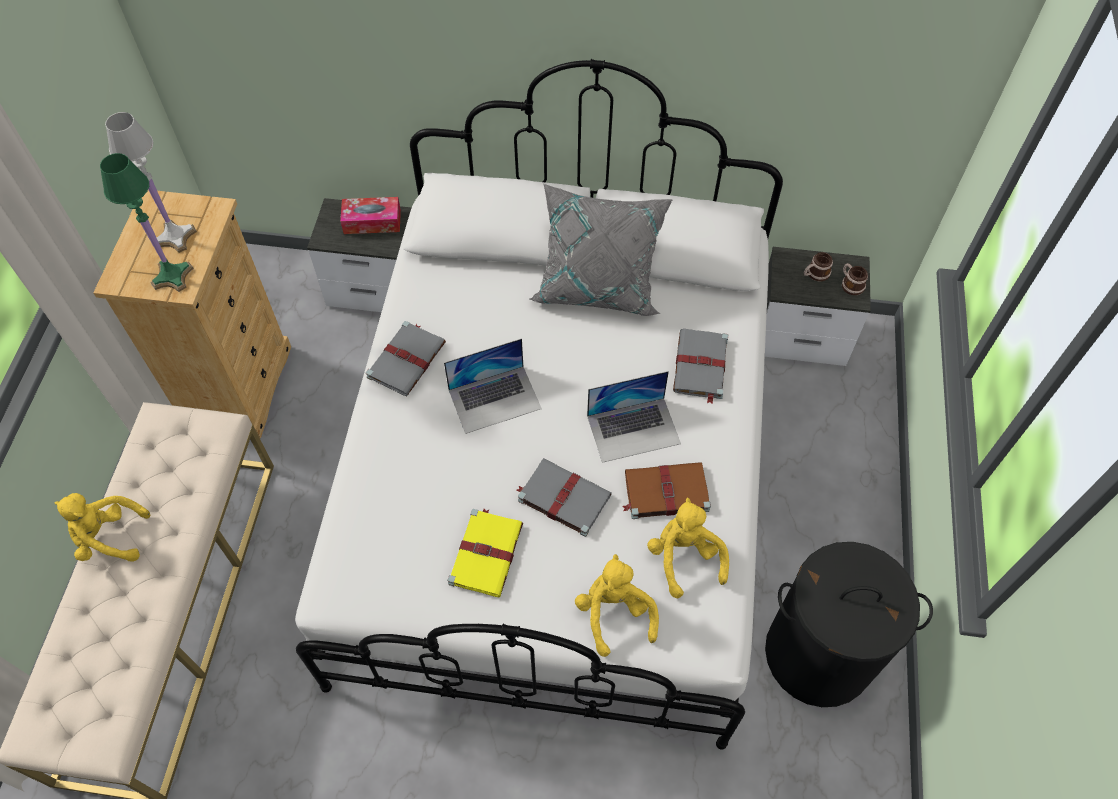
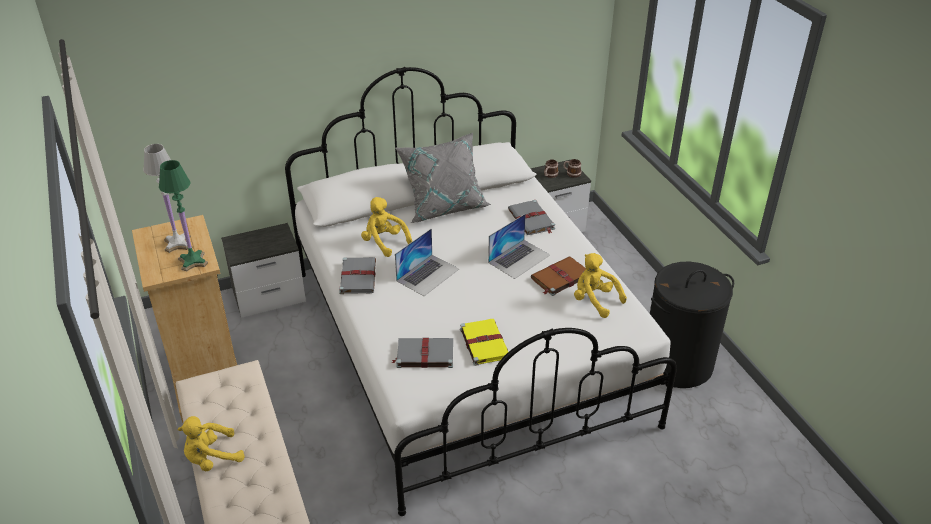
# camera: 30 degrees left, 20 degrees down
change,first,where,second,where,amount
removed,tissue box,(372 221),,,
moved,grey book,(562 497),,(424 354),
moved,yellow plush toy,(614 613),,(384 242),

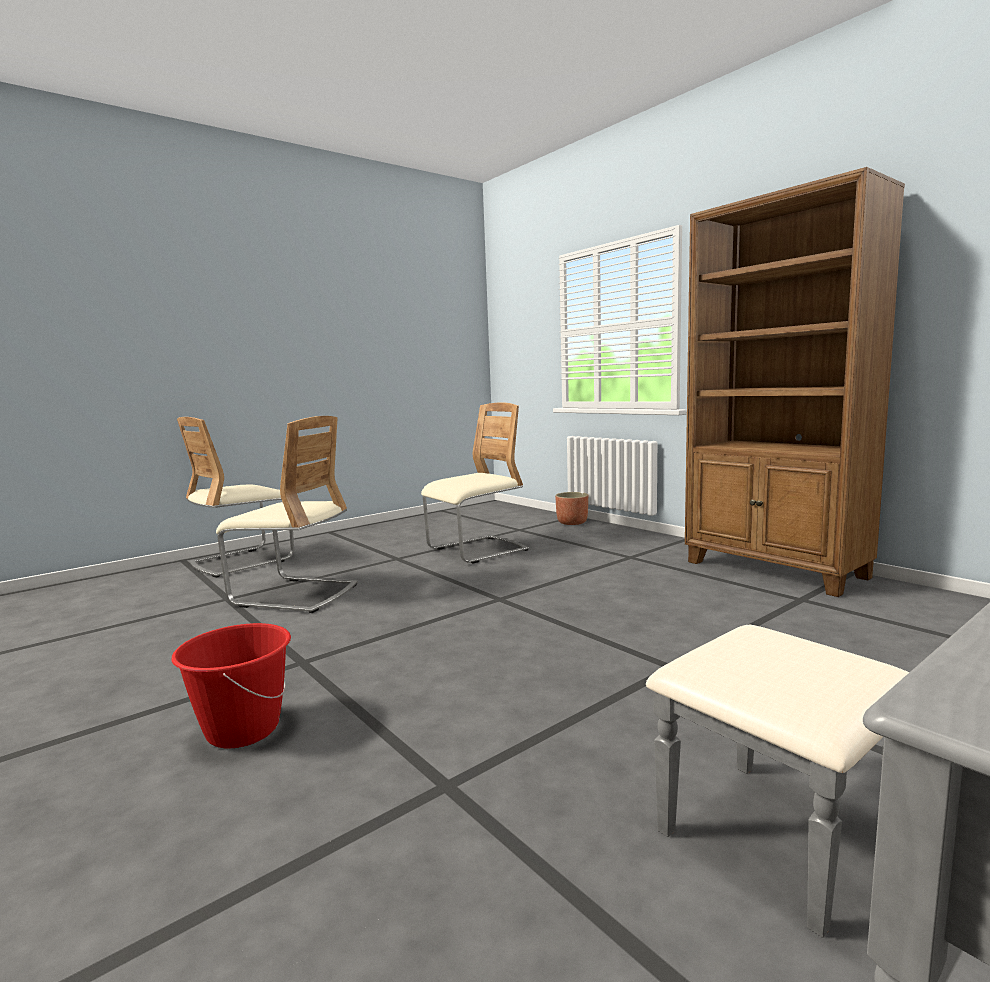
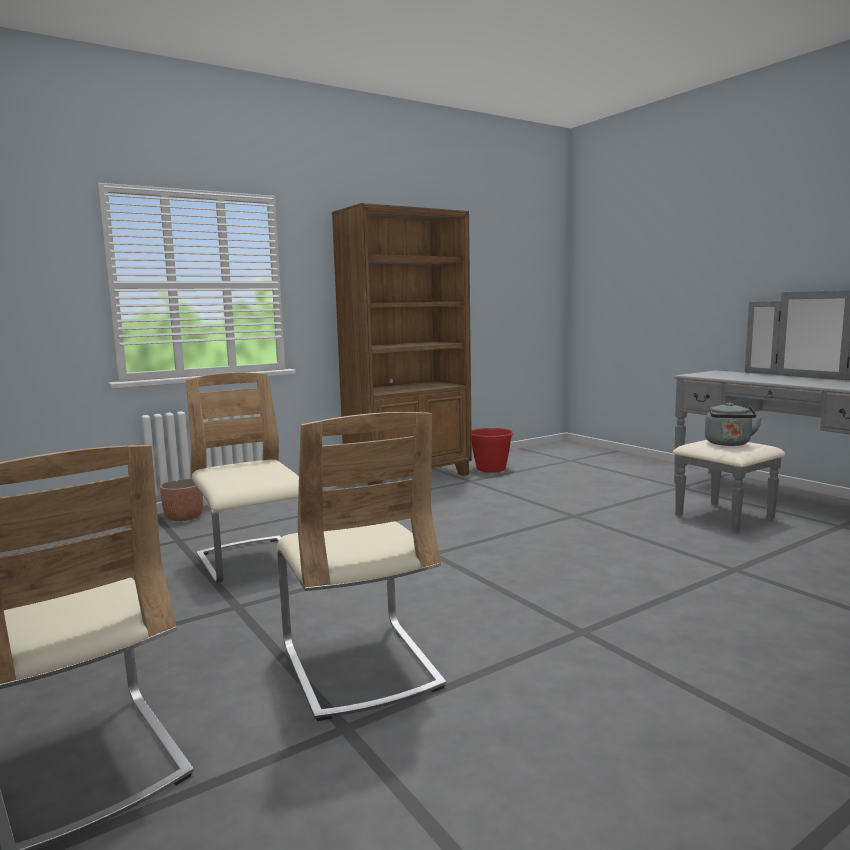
# camera: 85 degrees left, 0 degrees up
change,first,where,second,where,amount
turned,beige chair,(295 595),,(359 666),135 degrees clockwise
moved,red bucket,(242 730),,(491 469),
added,,,grey kettle,(728 444),

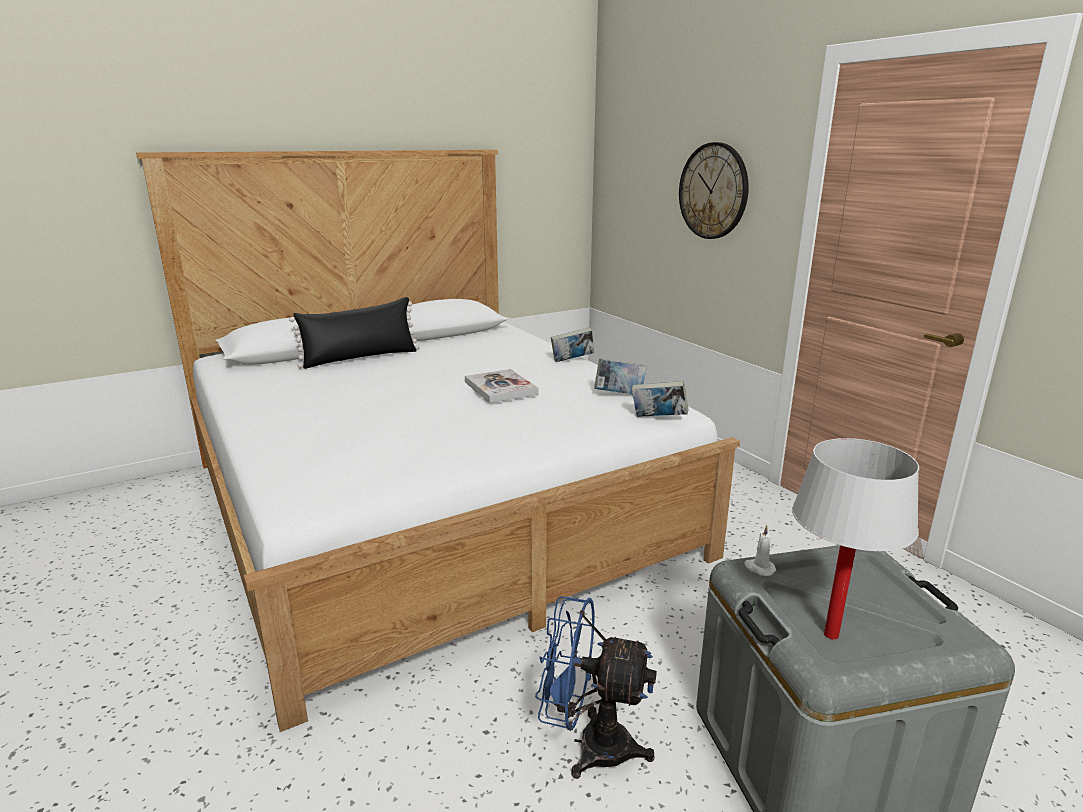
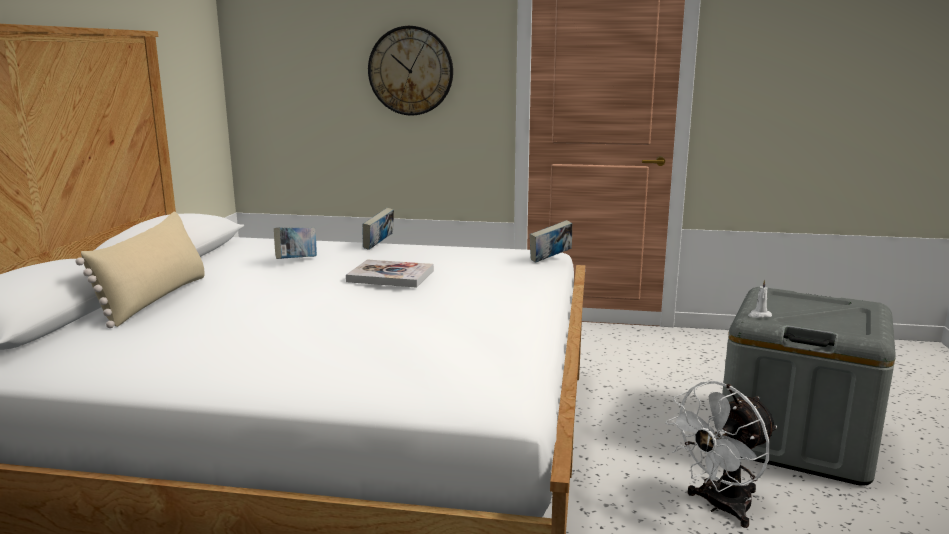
# camera: 50 degrees left, 5 degrees down
change,first,where,second,where,amount
recoloured,black pillow,(360 358),beige pillow,(155 299),
moved,book,(619 395),,(297 261),
removed,white table lamp,(831 635),,,
recoloured,blue fan,(590 745),white fan,(720 507),

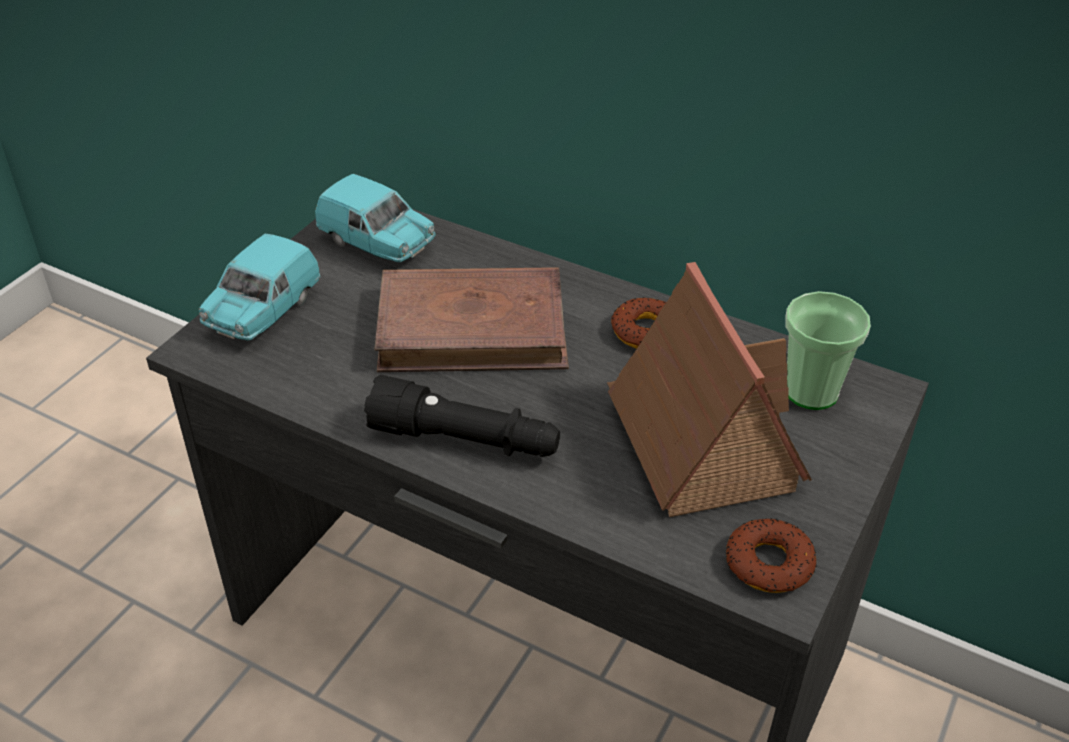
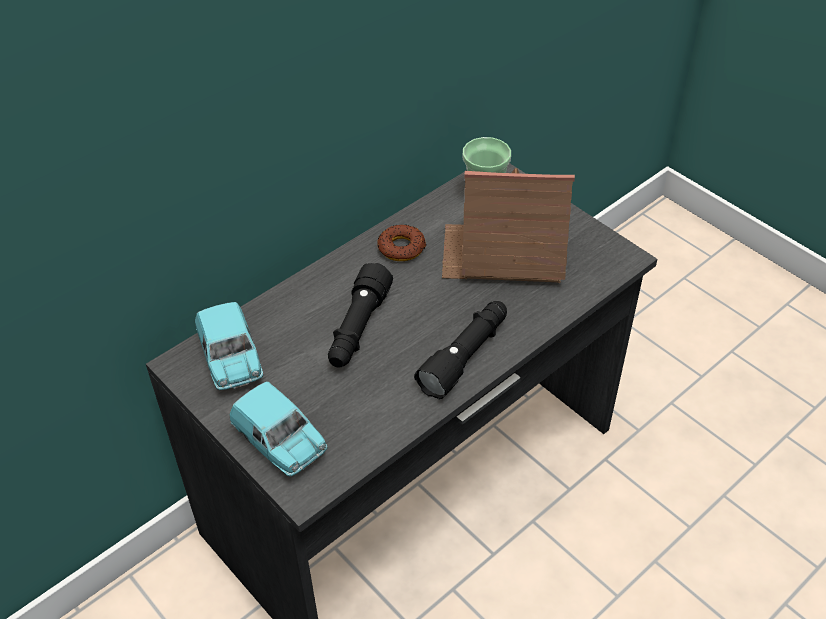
# camera: 70 degrees left, 5 degrees up
change,first,where,second,where,amount
turned,turquoise toy car,(377 243),,(231 361),105 degrees clockwise
replaced,brown book,(473 328),black flashlight,(358 328),
removed,donut,(768 563),,,

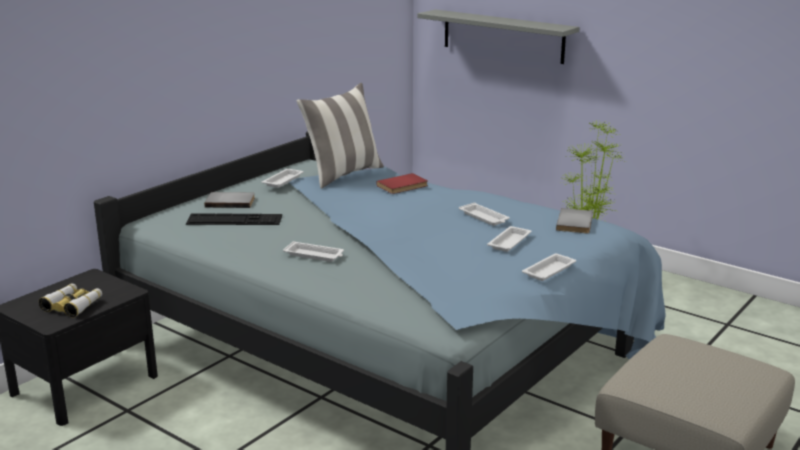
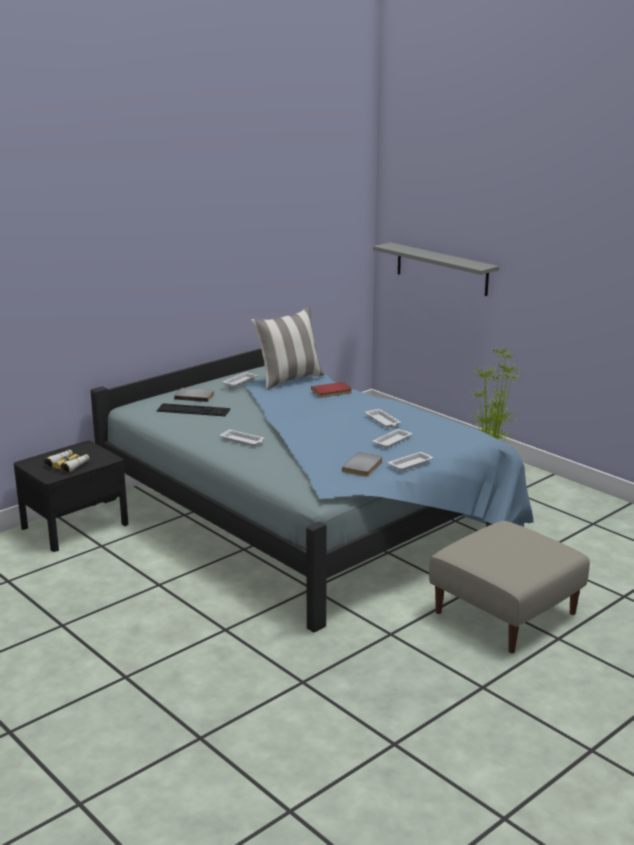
# camera: 10 degrees right, 0 degrees up
change,first,where,second,where,amount
moved,grey book,(576 223),,(364 466),

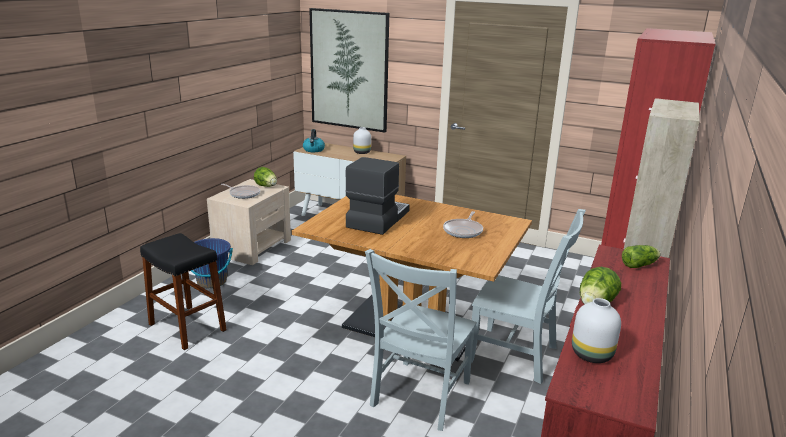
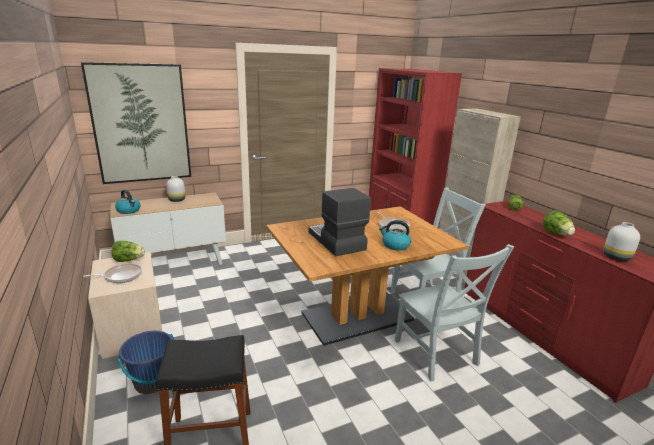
# camera: 50 degrees left, 0 degrees up
change,first,where,second,where,amount
added,,,kettle,(395 245),

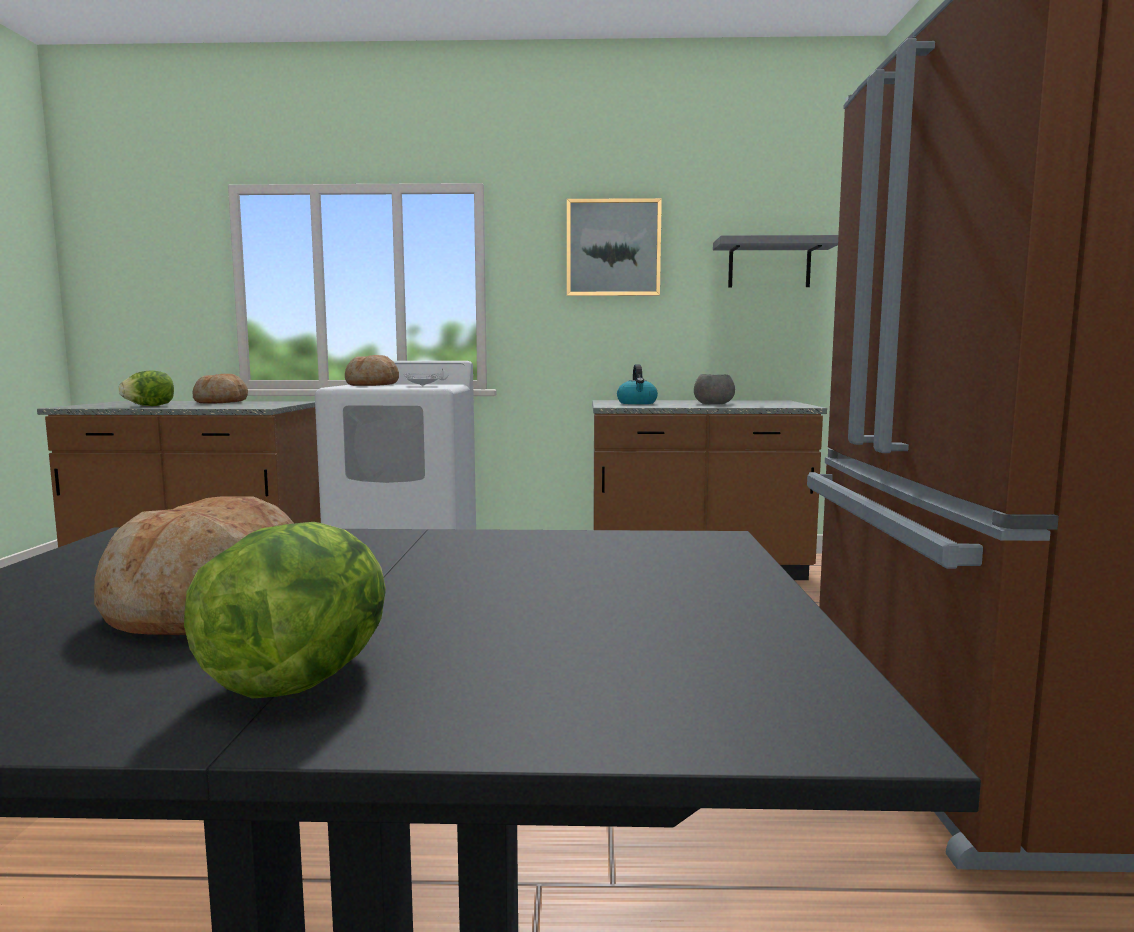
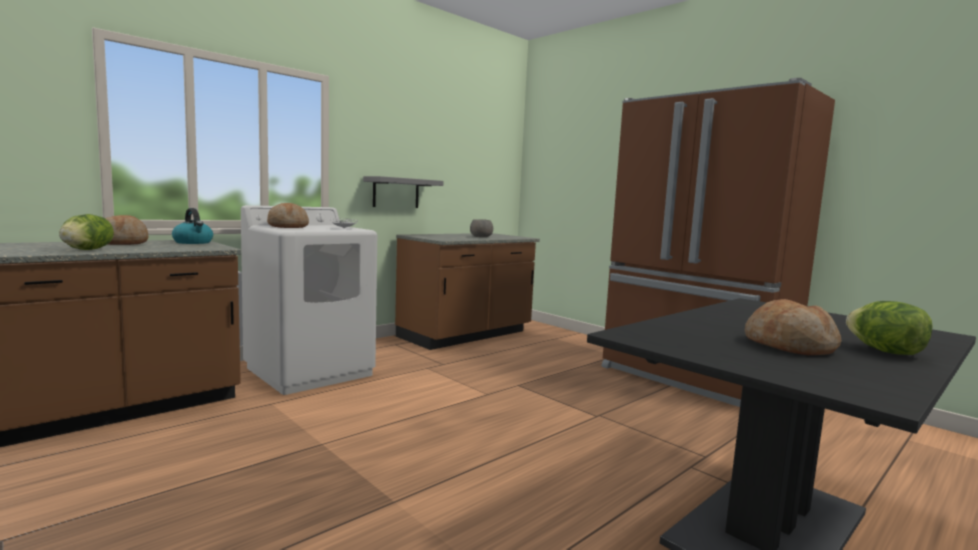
# camera: 45 degrees left, 0 degrees up
change,first,where,second,where,amount
removed,picture,(613 248),,,
moved,grey shelf,(769 264),,(396 193),
moved,kettle,(637 403),,(193 242),

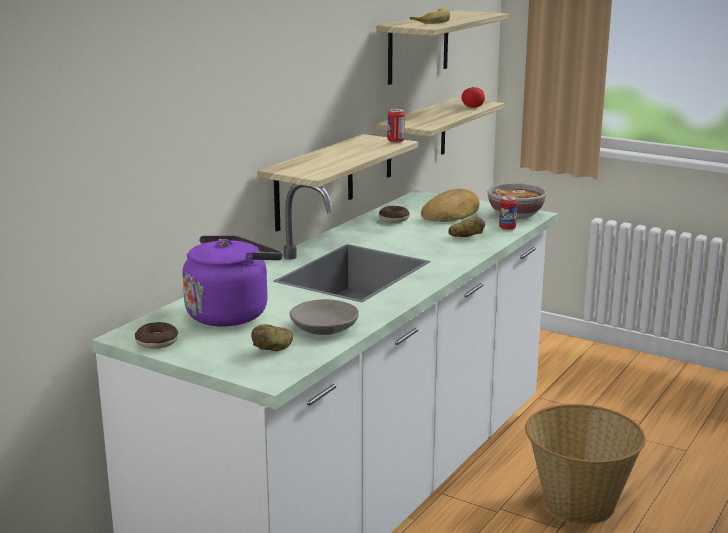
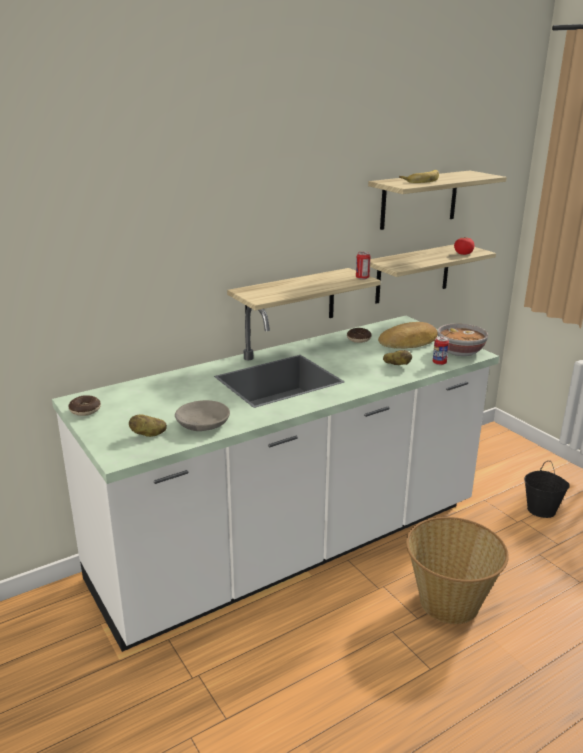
# camera: 25 degrees right, 5 degrees up
change,first,where,second,where,amount
removed,purple kettle,(231 313),,,
added,,,black bucket,(542 510),

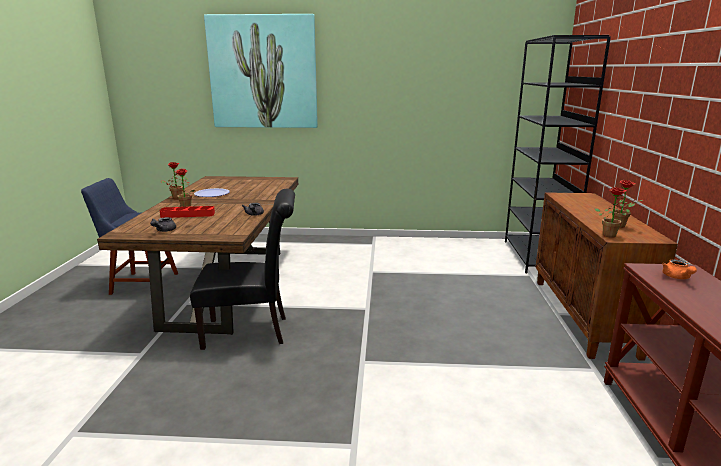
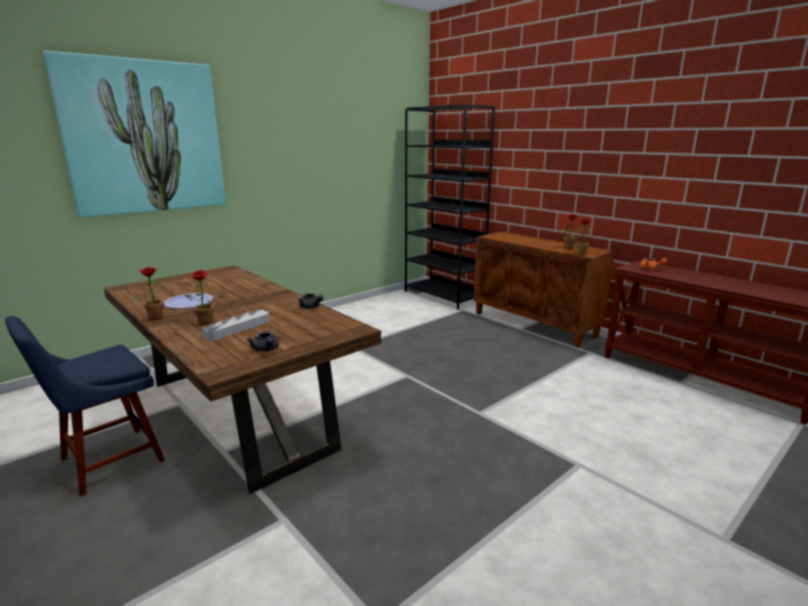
# camera: 45 degrees left, 0 degrees up
change,first,where,second,where,amount
removed,black chair,(252 332),,,
recoloured,red tray,(188 215),grey tray,(237 328),

